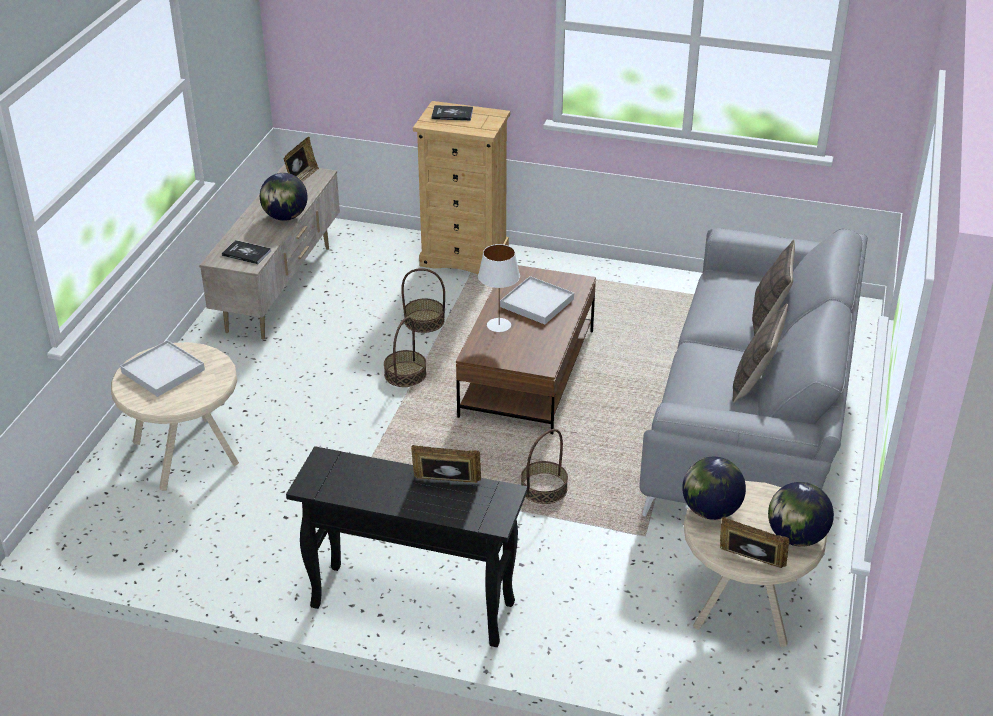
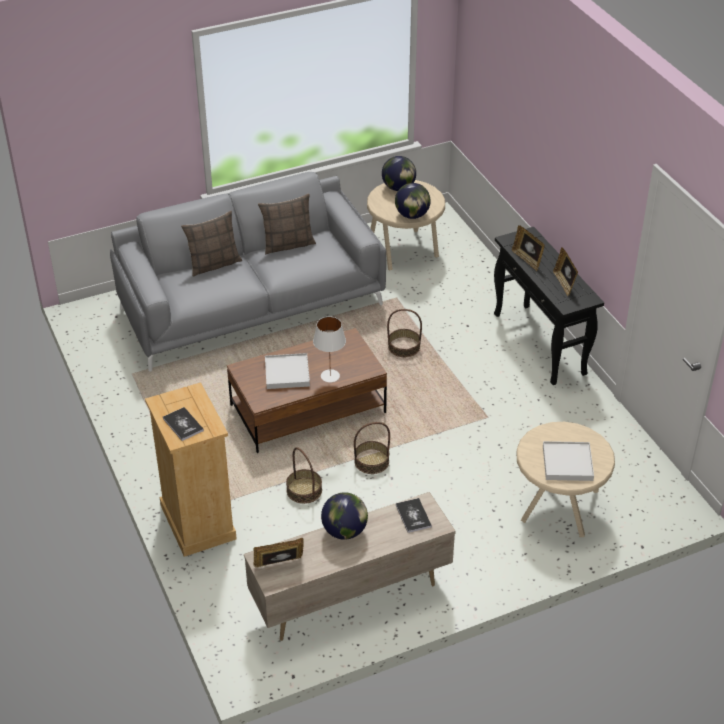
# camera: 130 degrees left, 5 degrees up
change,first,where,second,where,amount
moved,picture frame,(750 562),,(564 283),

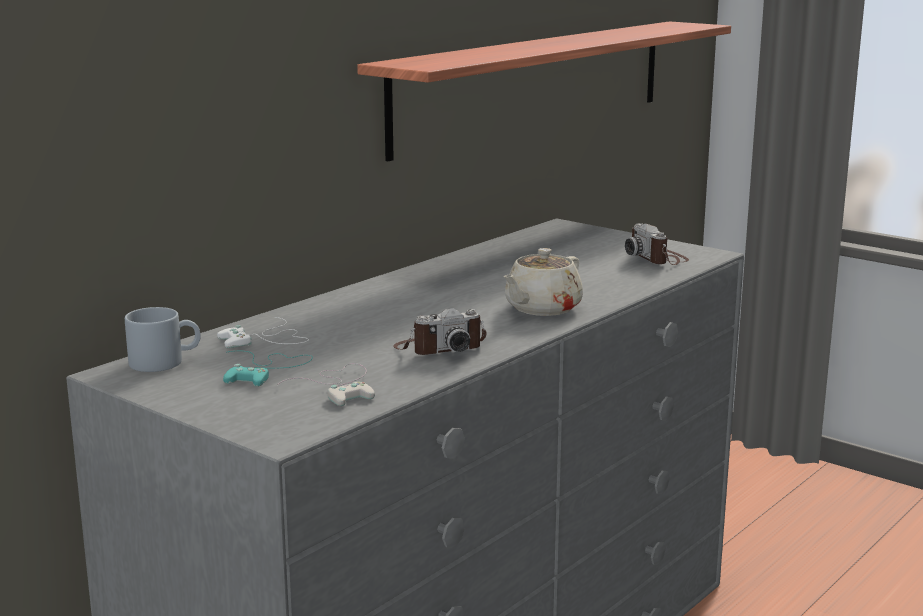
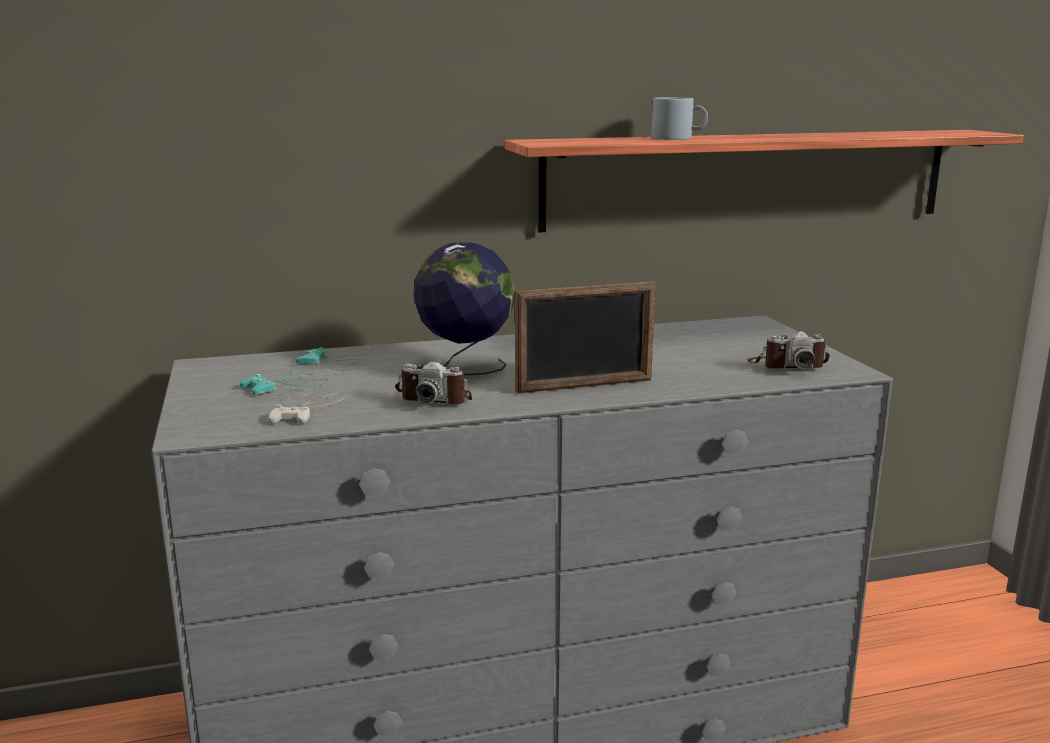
# camera: 35 degrees right, 0 degrees up
change,first,where,second,where,amount
turned,photo camera,(657 258),,(787 365),105 degrees counterclockwise
replaced,beige teapot,(541 309),picture frame,(584 386),
moved,grey mug,(165 361),,(678 138),
recoloured,white game controller,(267 340),turquoise game controller,(335 364),
added,,,globe,(465 367),

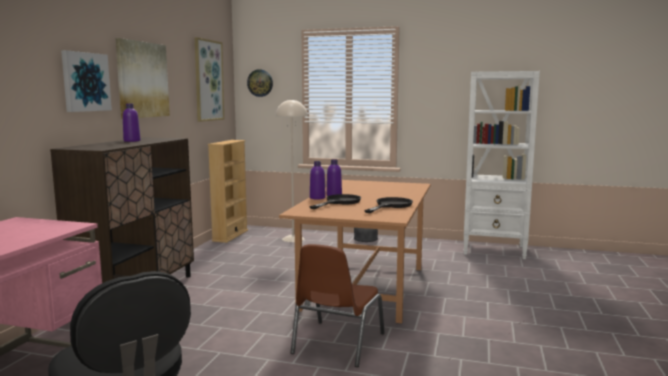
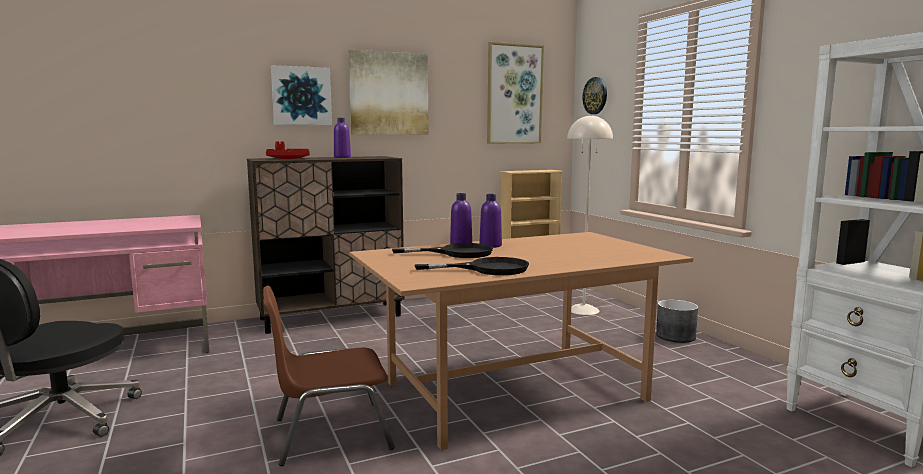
# camera: 50 degrees right, 0 degrees up
change,first,where,second,where,amount
added,,,red tray,(287 159),

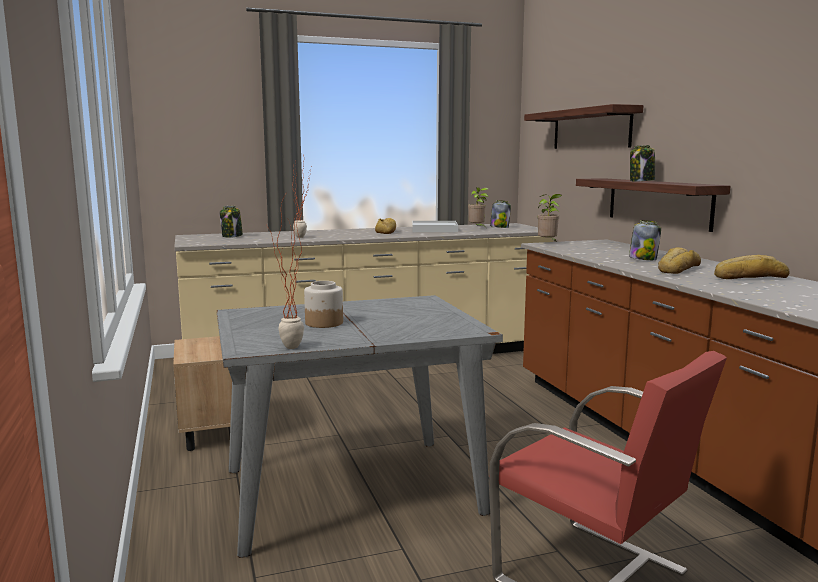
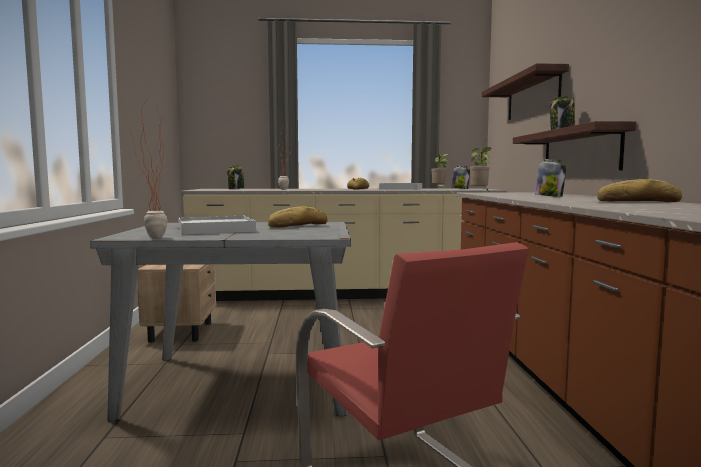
# camera: 15 degrees right, 5 degrees down
change,first,where,second,where,amount
moved,bread,(676 269),,(297 226),
replaced,jar,(323 323),white tray,(215 229),

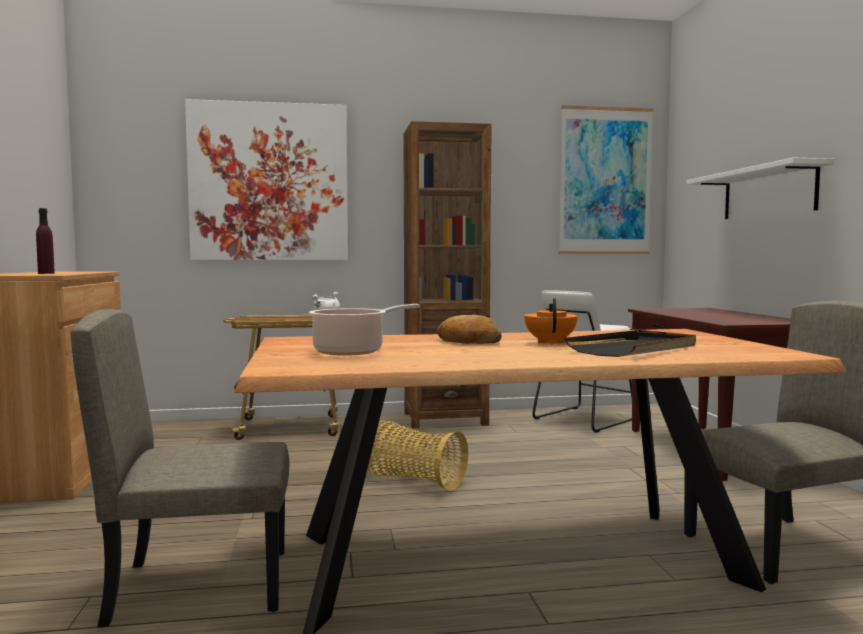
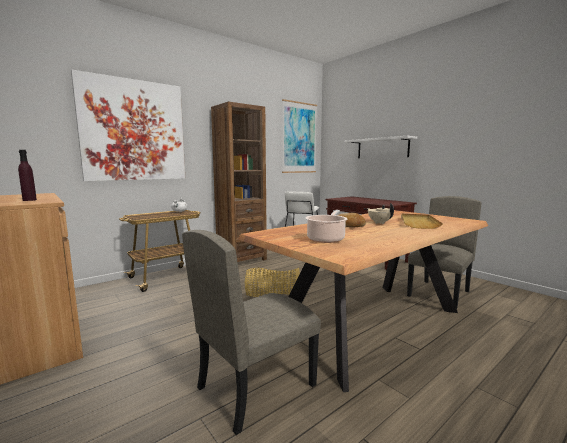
# camera: 30 degrees left, 5 degrees up
change,first,where,second,where,amount
recoloured,orange teapot,(550 342),beige teapot,(379 223),
recoloured,black tray,(634 348),beige tray,(418 223),

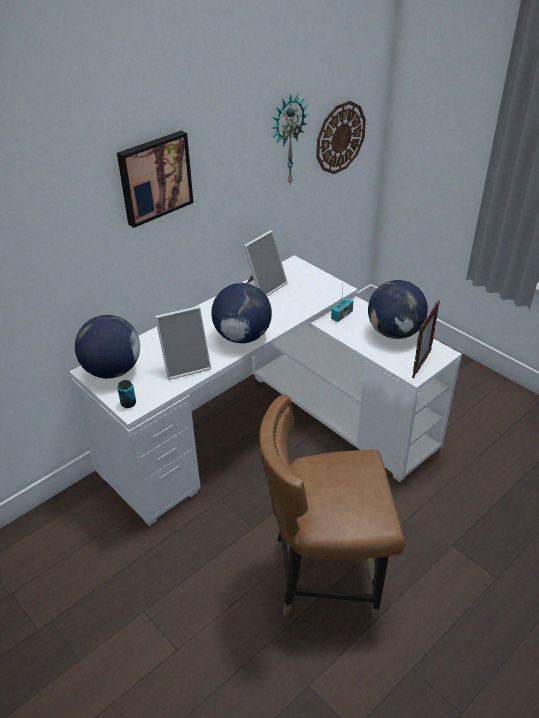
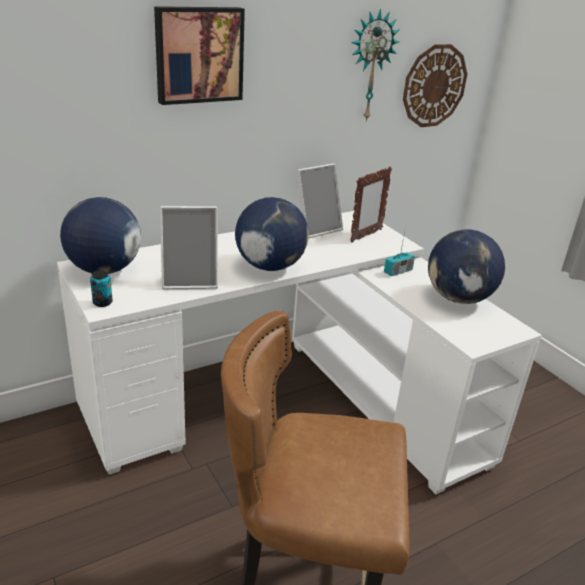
# camera: 10 degrees right, 10 degrees down
change,first,where,second,where,amount
moved,picture frame,(421 365),,(366 236),

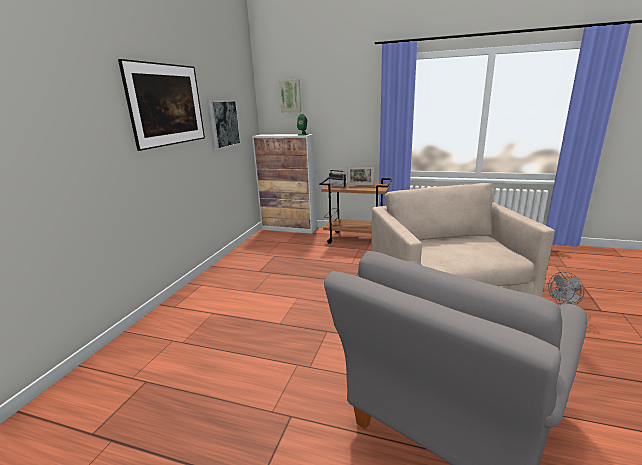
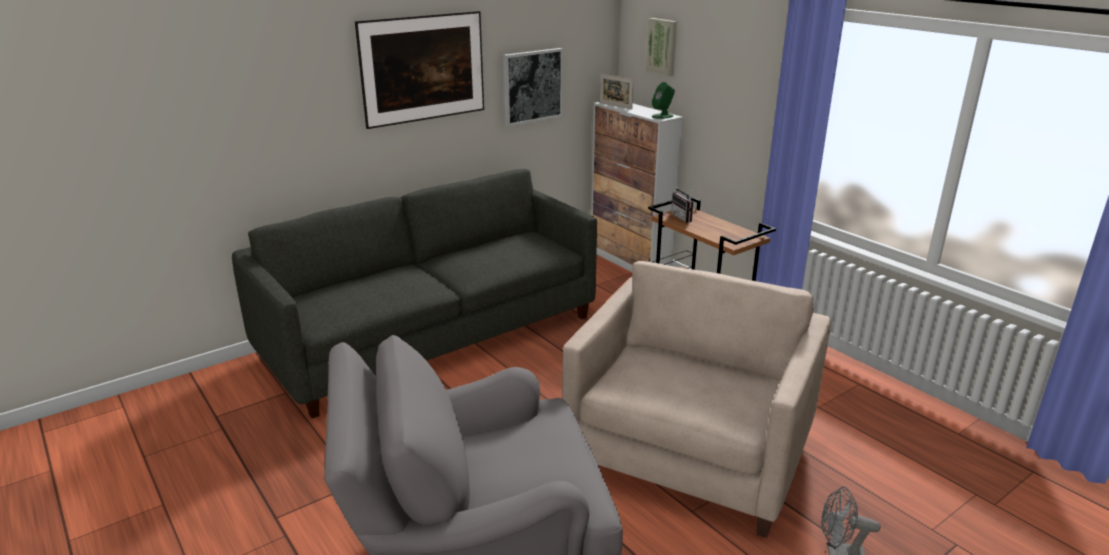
# camera: 35 degrees right, 5 degrees up
change,first,where,second,where,amount
moved,picture frame,(360 185),,(615 106),
added,,,grey sofa,(432 336),

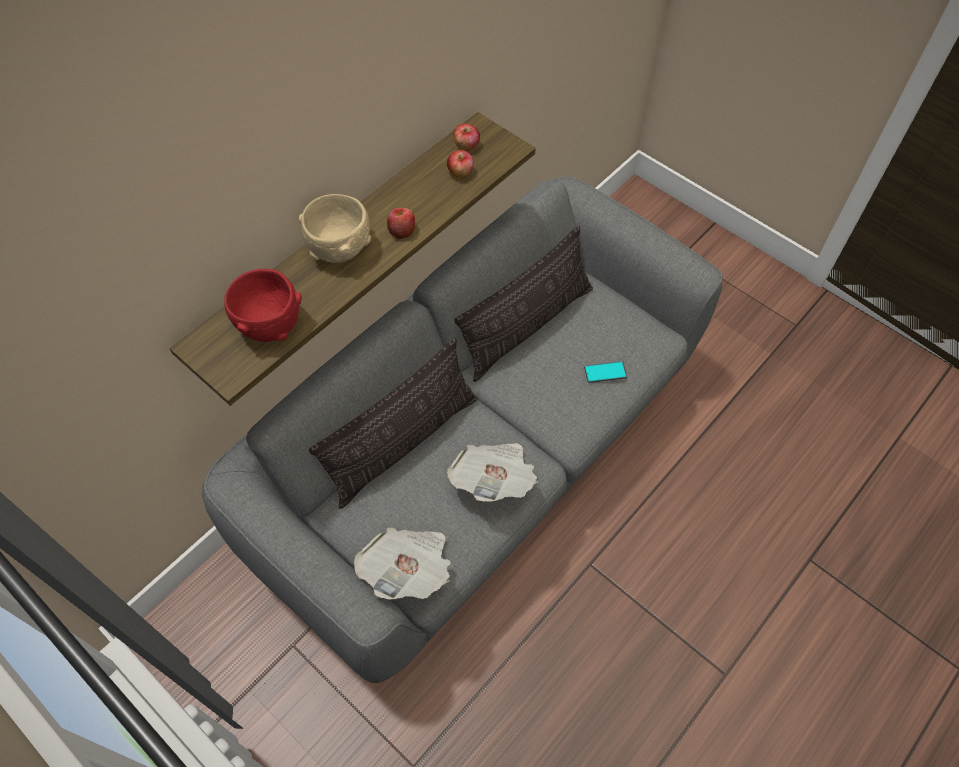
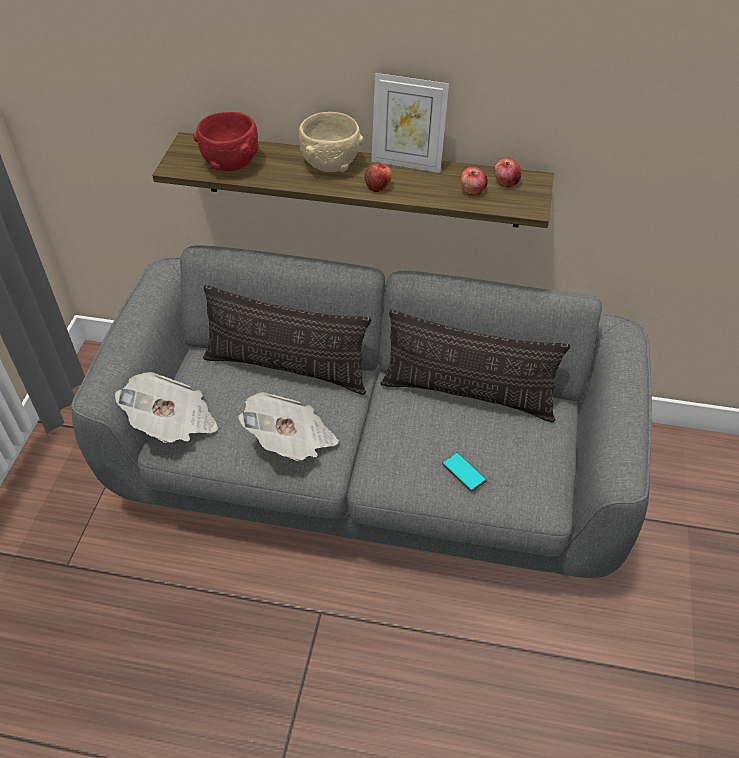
# camera: 60 degrees right, 10 degrees down
change,first,where,second,where,amount
added,,,picture frame,(407 163),

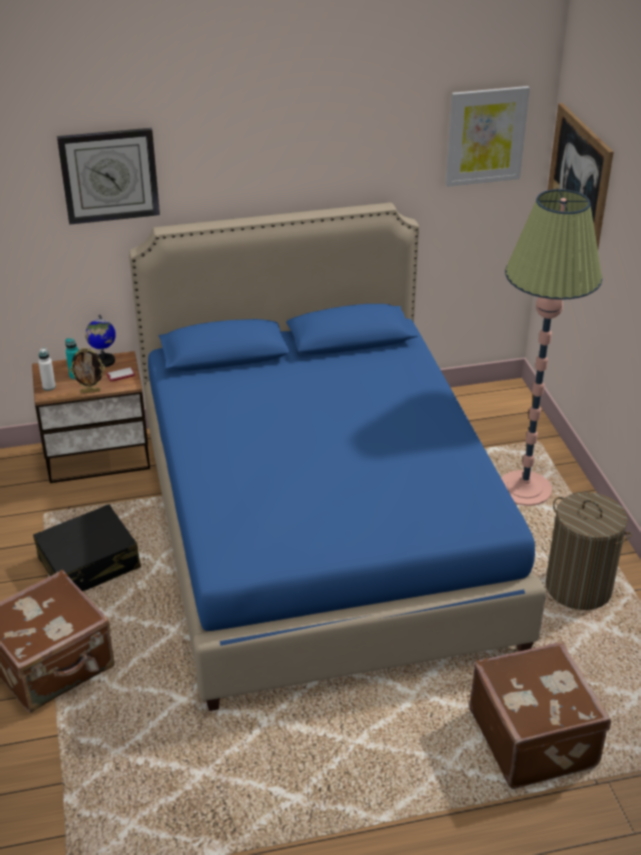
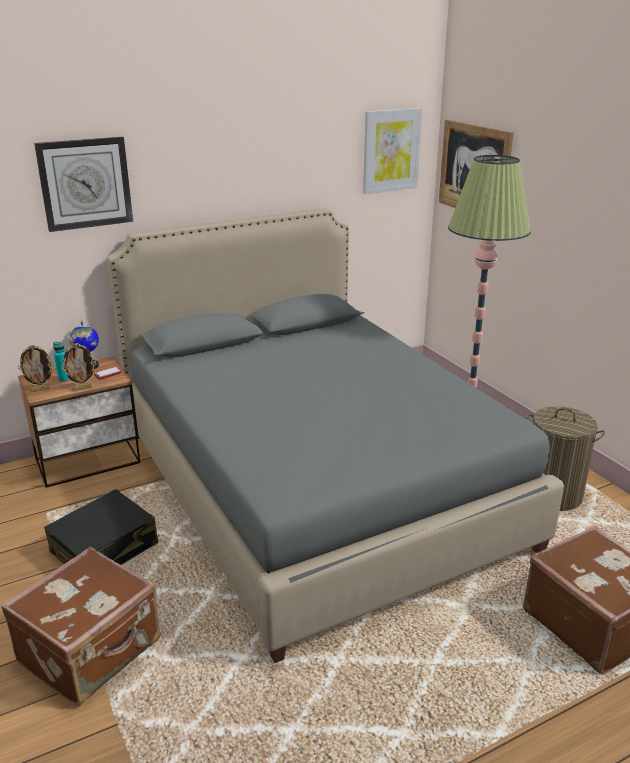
# camera: 15 degrees left, 10 degrees down
change,first,where,second,where,amount
recoloured,blue bed,(320 531),grey bed,(314 487),
replaced,white bottle,(49 387),picture frame,(40 390),

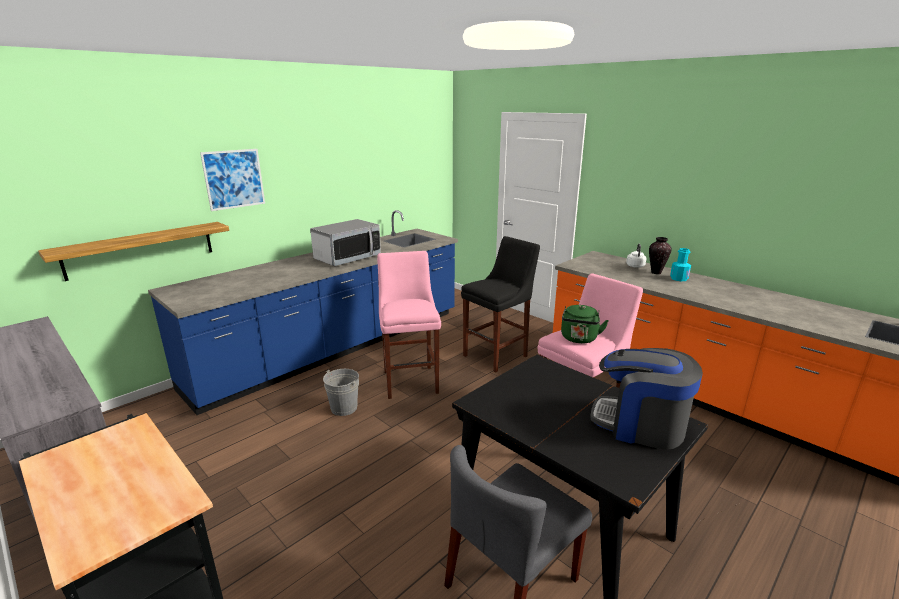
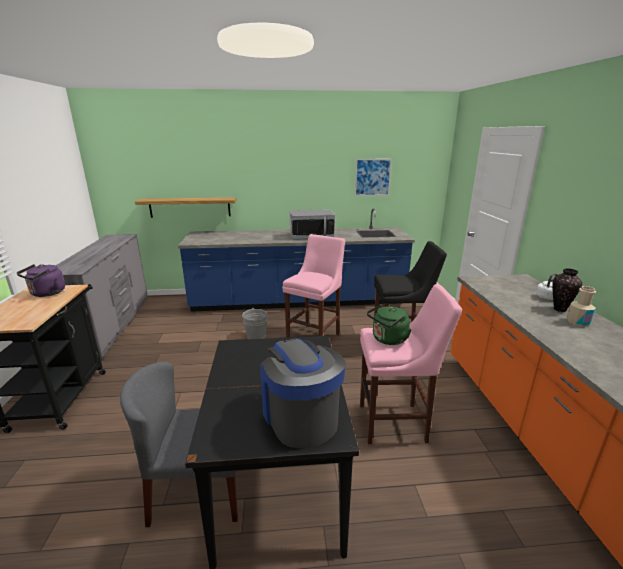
# camera: 40 degrees right, 0 degrees up
change,first,where,second,where,amount
moved,picture,(234 179),,(372 177),
recoloured,turquoise bottle,(679 279),beige bottle,(577 322),
added,,,purple kettle,(46 293),

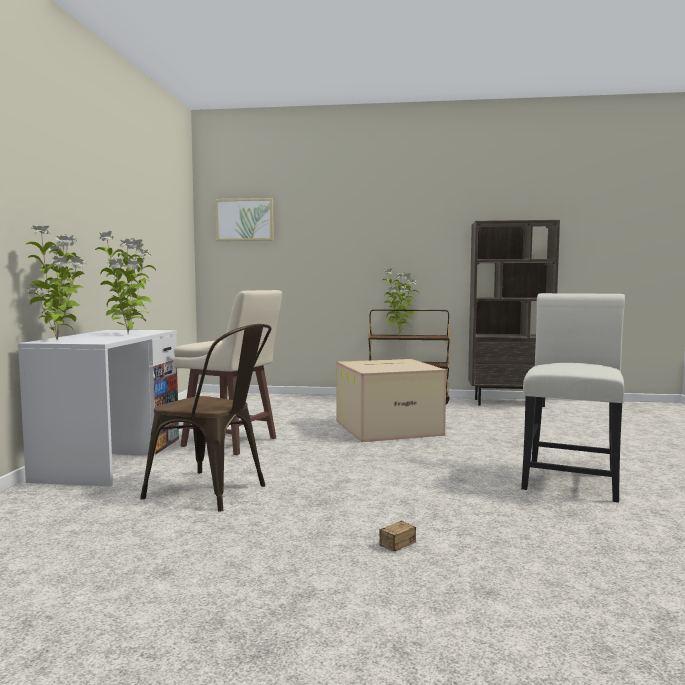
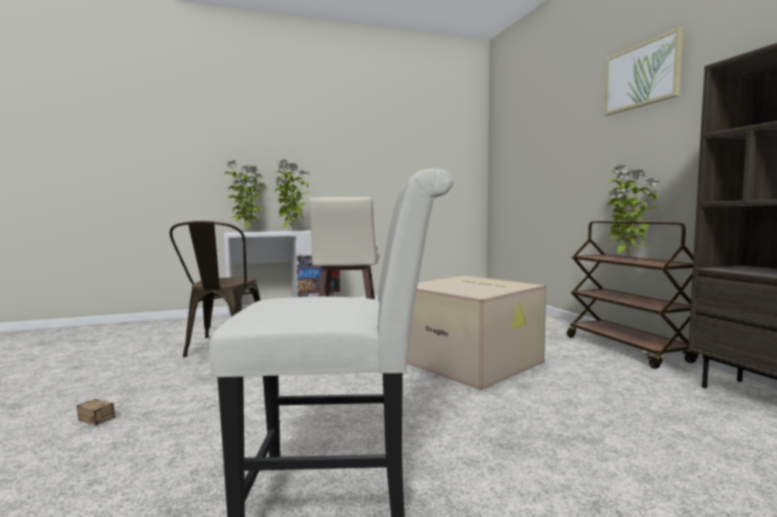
# camera: 65 degrees right, 0 degrees up
change,first,where,second,where,amount
moved,picture,(245 220),,(642 75),

